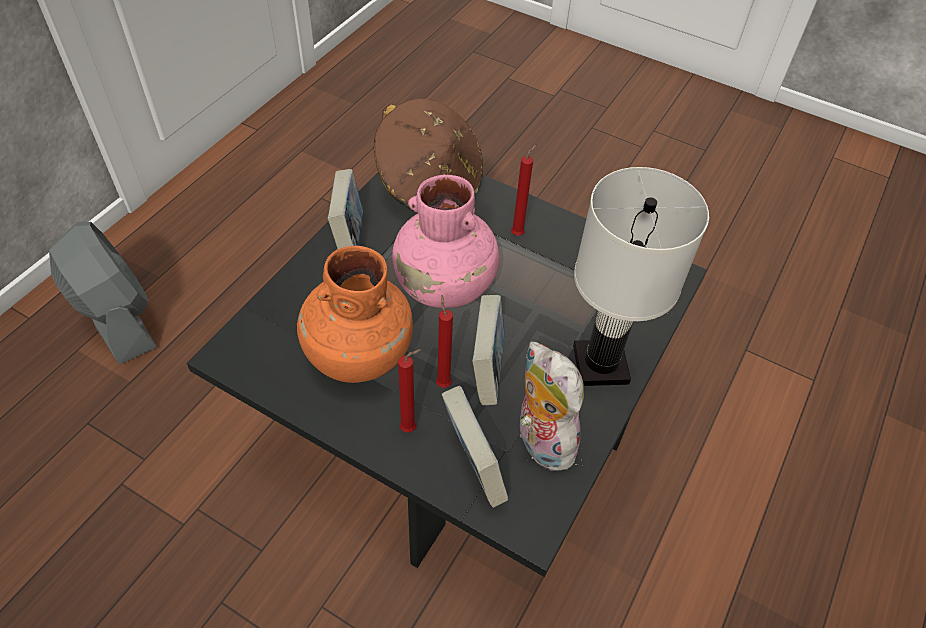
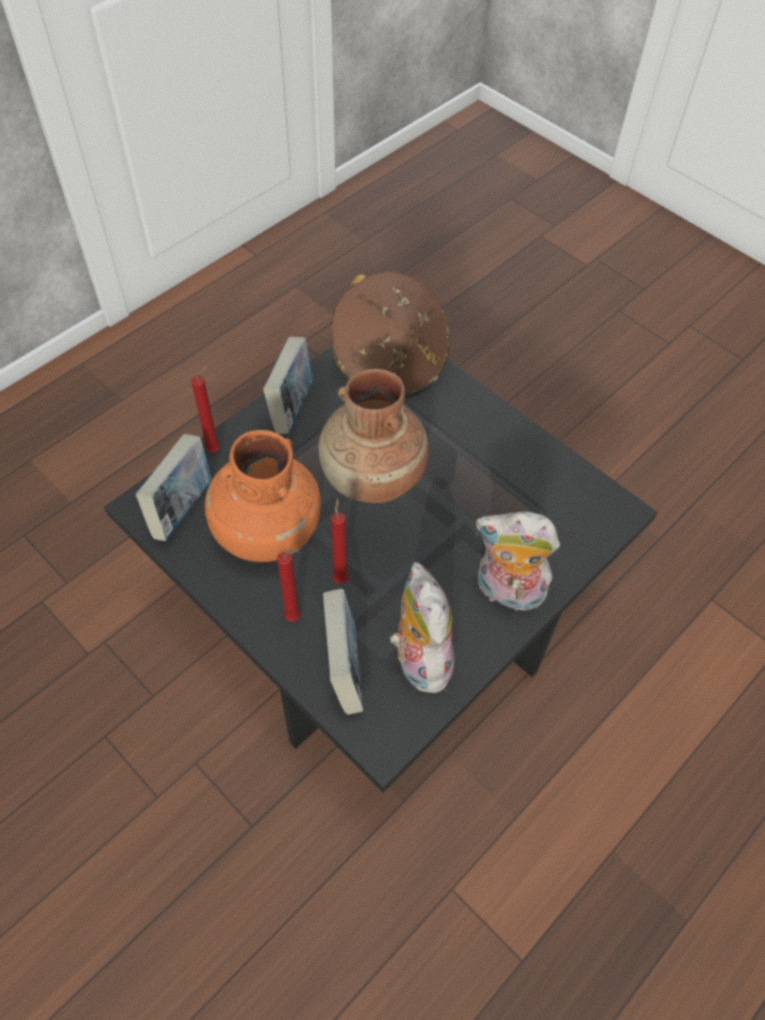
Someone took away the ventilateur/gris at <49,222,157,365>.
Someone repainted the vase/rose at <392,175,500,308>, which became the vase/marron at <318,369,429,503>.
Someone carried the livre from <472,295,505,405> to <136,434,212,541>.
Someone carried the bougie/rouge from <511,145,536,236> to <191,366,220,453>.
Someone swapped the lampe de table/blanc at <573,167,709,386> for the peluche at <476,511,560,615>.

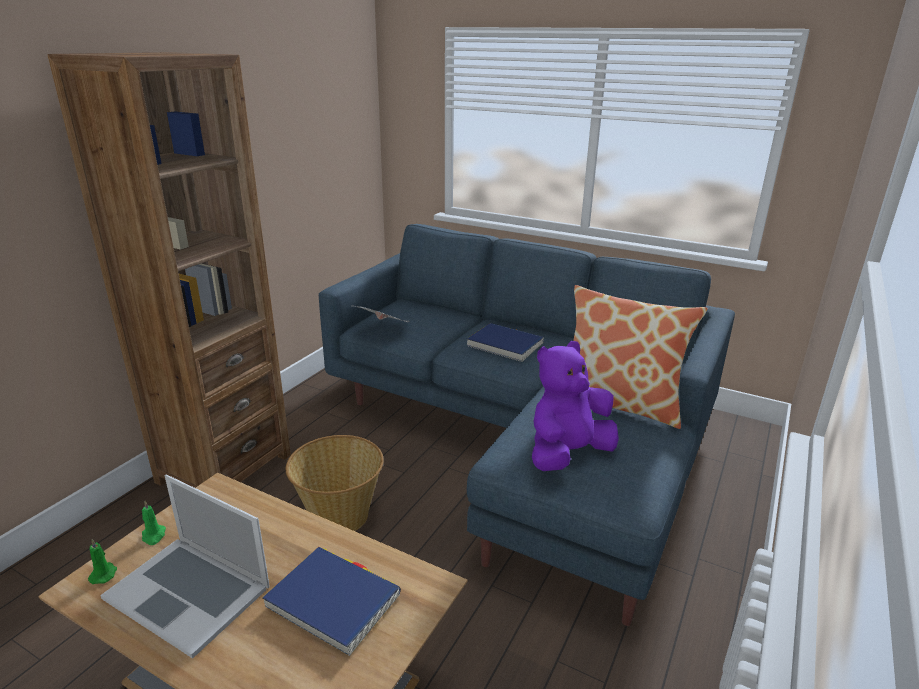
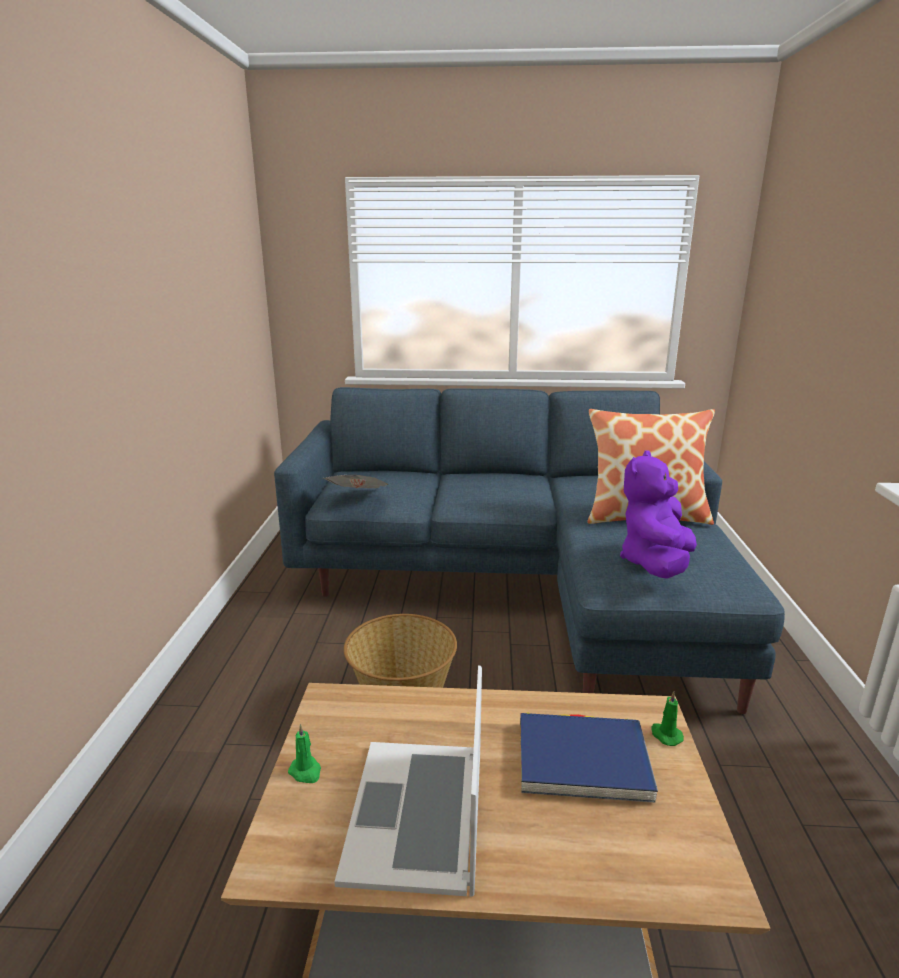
Someone took away the bibliothèque/marron at <48,52,291,488>.
Someone carried the bougie/vert from <88,539,117,584> to <651,691,684,746>.
Someone rotated the ordinateur portable at <100,475,270,659> by 90 degrees clockwise.
Someone took away the livre/bleu at <467,323,544,362>.

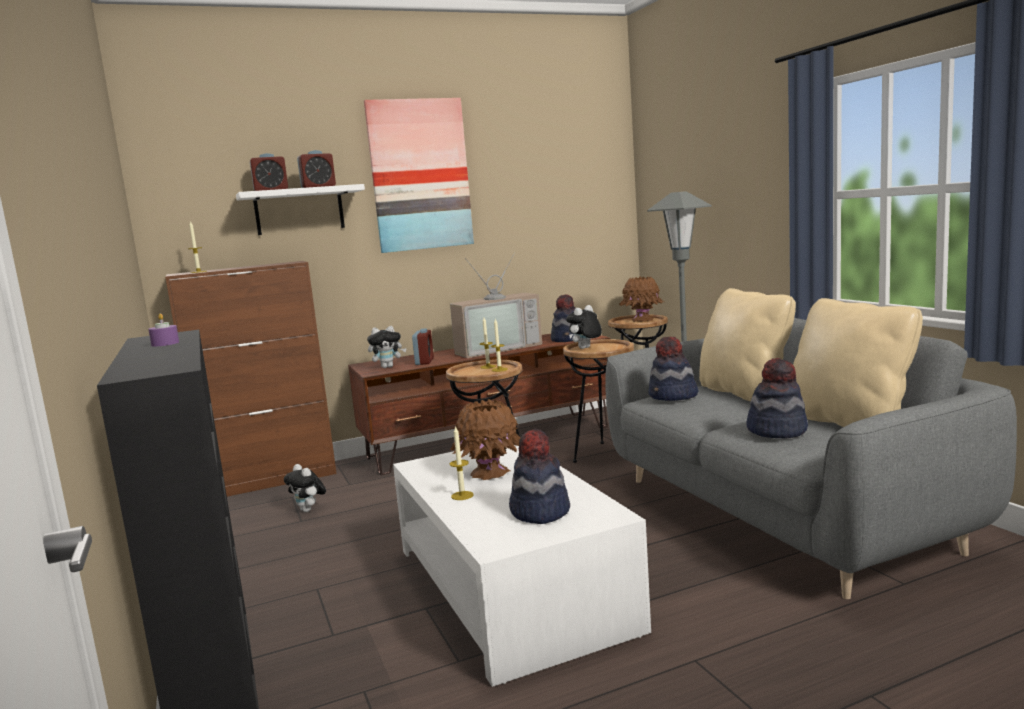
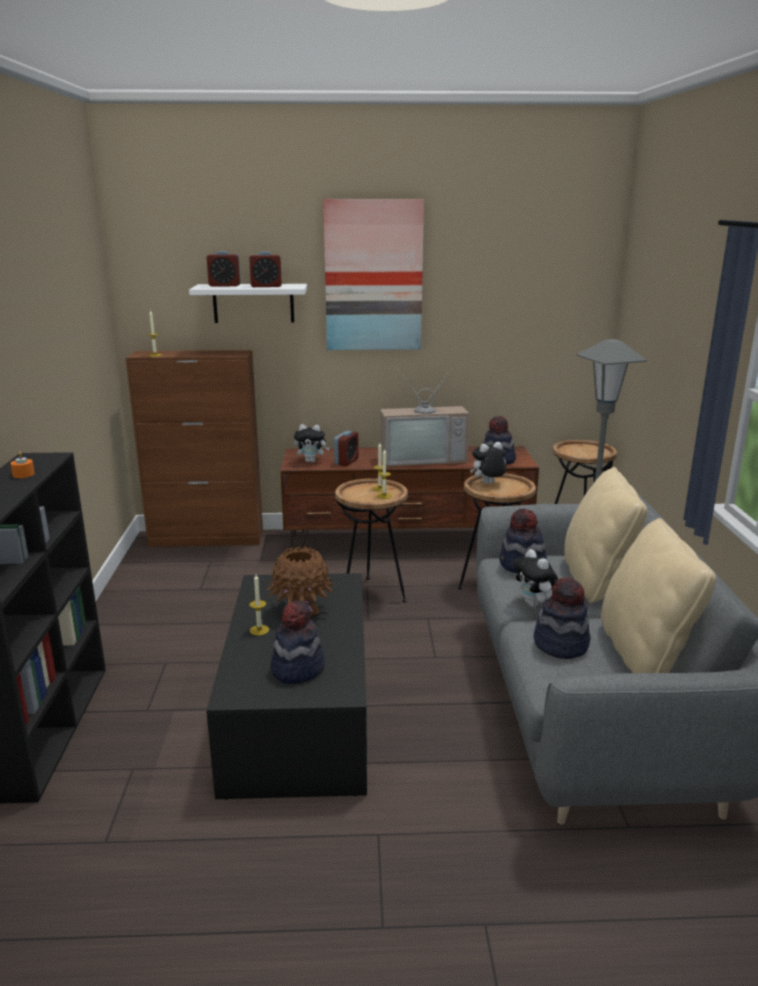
Someone repainted the bougie/violet at <149,313,179,346>, which became the bougie/orange at <10,452,35,478>.
Someone carried the peluche from <284,464,326,512> to <513,549,558,607>.
Someone repainted the table basse/blanc at <393,445,651,687>, which became the table basse/noir at <206,573,367,800>.
Someone took away the vase/marron at <619,277,664,322>.

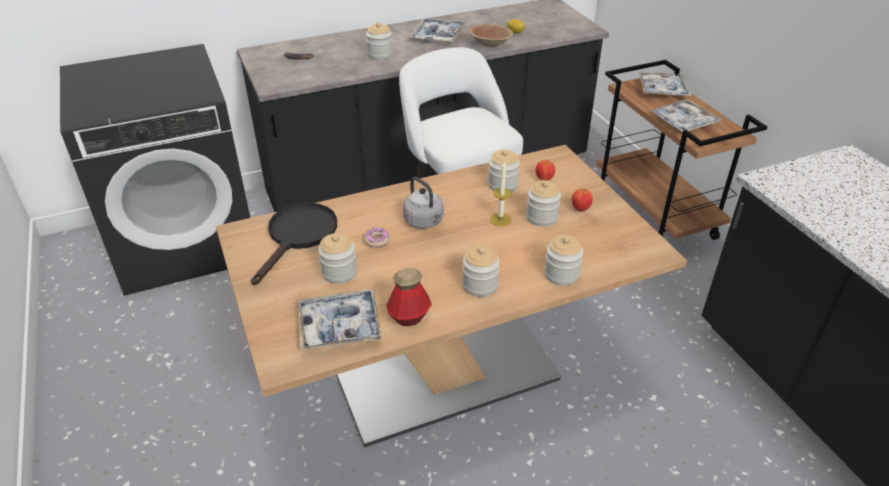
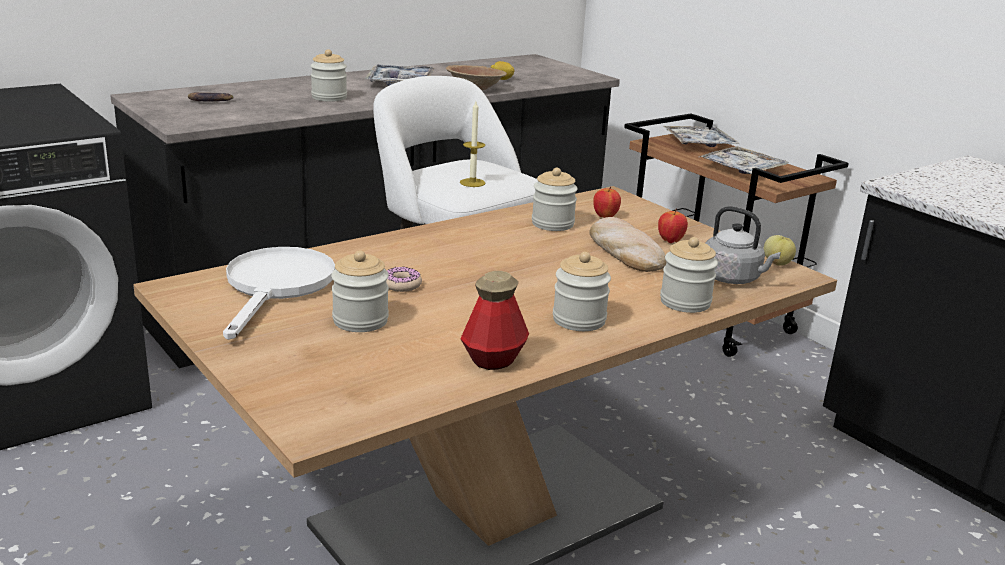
Someone repainted the poêle/noir at <251,202,337,285>, which became the poêle/blanc at <223,247,335,340>.
Someone took away the plateau at <298,289,382,351>.
Someone carried the bouilloire/gris from <403,177,444,228> to <705,206,781,284>.
Someone carried the bougie from <490,162,512,226> to <460,101,485,187>.
Someone swapped the bocal at <526,180,561,227> for the pain at <589,217,667,272>.
Someone put down the pomme at <763,235,796,266>.

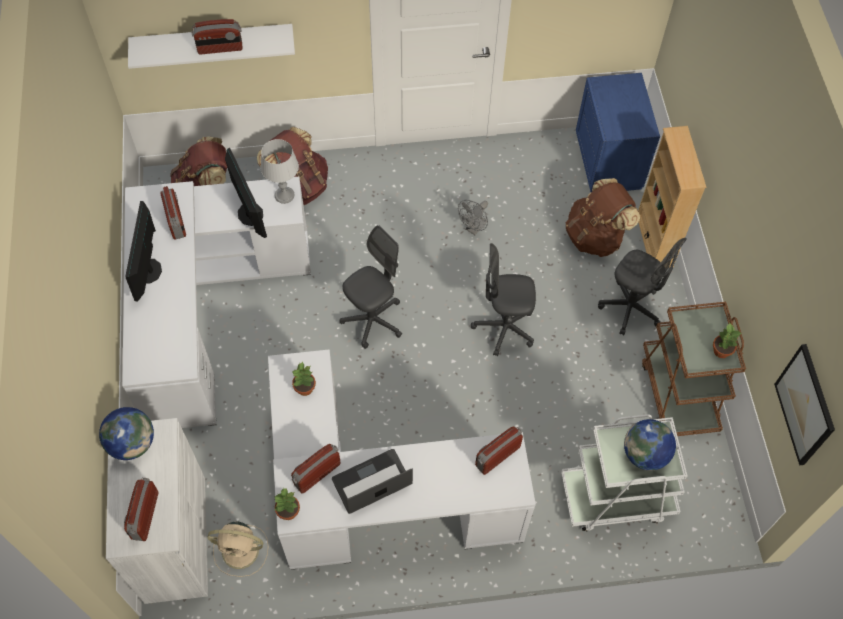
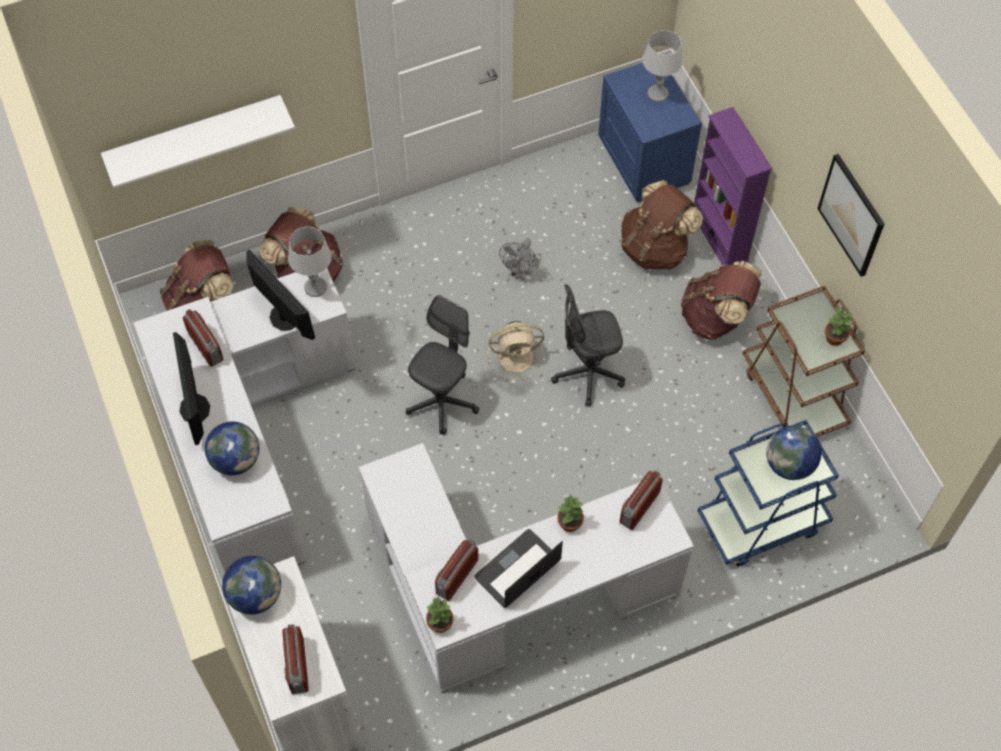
Someone took away the radio at <191,19,242,54>.
Someone carried the ventilateur/beige from <208,522,268,577> to <487,321,544,380>.
Someone carried the plante en pot from <291,362,316,396> to <557,494,584,532>.
Someone repainted the chariot/blanc at <561,414,687,532>, which became the chariot/bleu at <697,420,839,567>.
Someone swapped the chaise de bureau/gris at <598,238,687,335> for the sac à dos/marron at <681,261,762,340>.
Someone repainted the bibliothèque/beige at <638,126,706,268>, which became the bibliothèque/violet at <694,107,772,265>.
Someone carried the tableau from <774,344,835,465> to <817,154,884,277>.
Someone put down the globe at <205,421,259,475>.
Someone put down the lampe de table/gris at <643,30,683,102>.

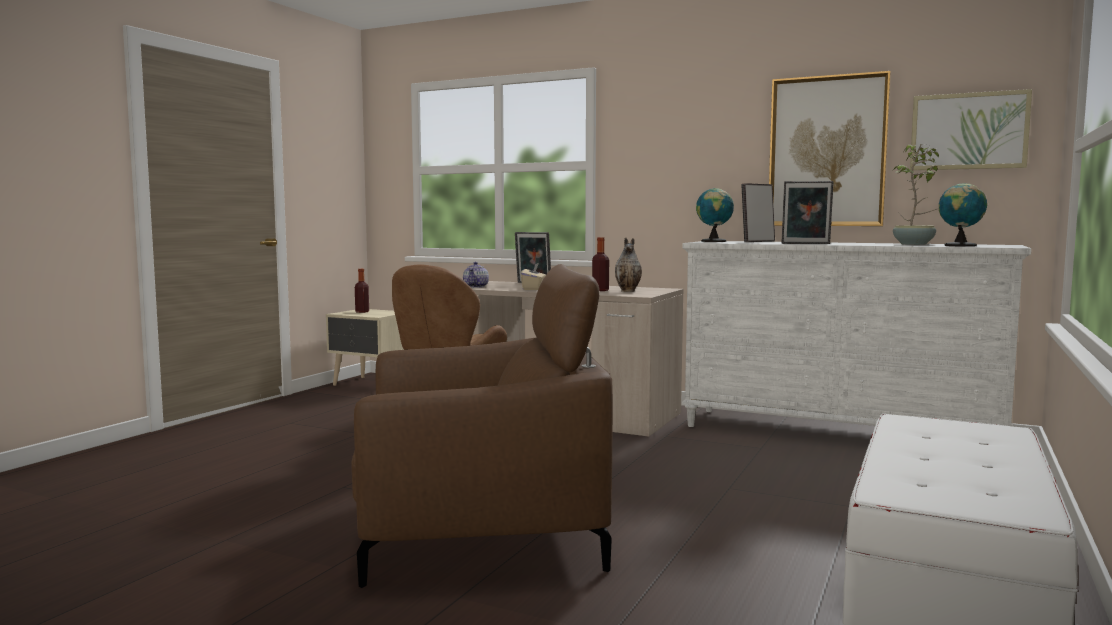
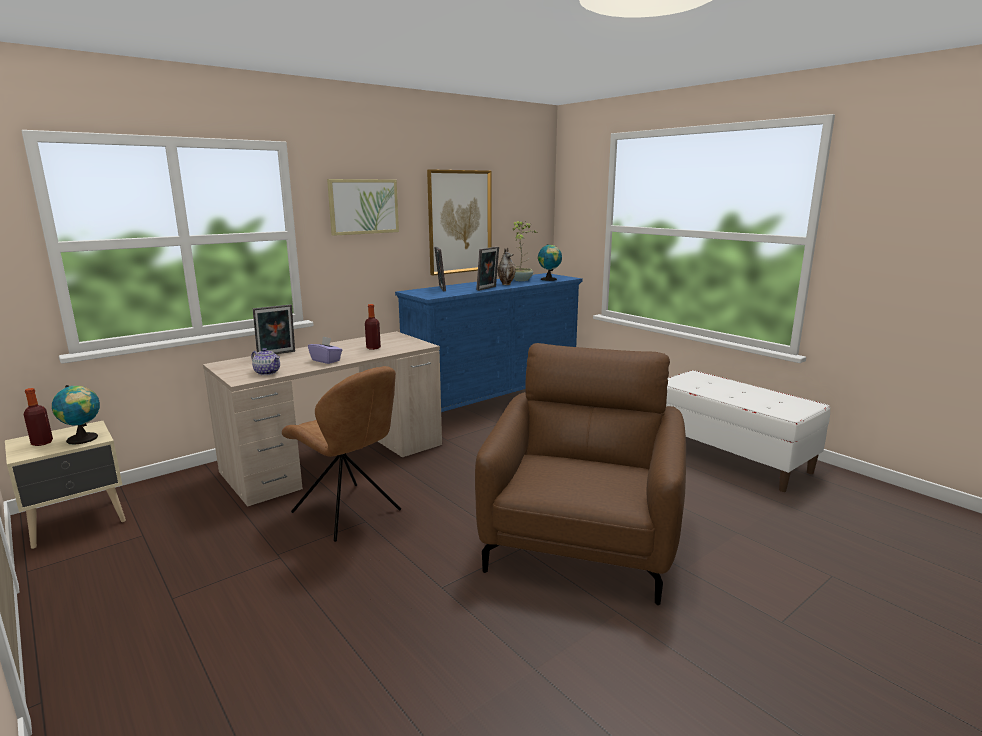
Someone repainted the boîte à mouchoirs/beige at <521,263,546,290>, which became the boîte à mouchoirs/violet at <308,336,342,364>.
Someone carried the vase from <615,238,642,292> to <498,248,515,285>.
Someone repainted the commode/blanc at <682,241,1031,427>, which became the commode/bleu at <395,273,583,412>.
Someone carried the globe from <696,188,734,242> to <52,385,100,445>.
Someone carried the tableau from <910,89,1032,170> to <327,179,399,236>.

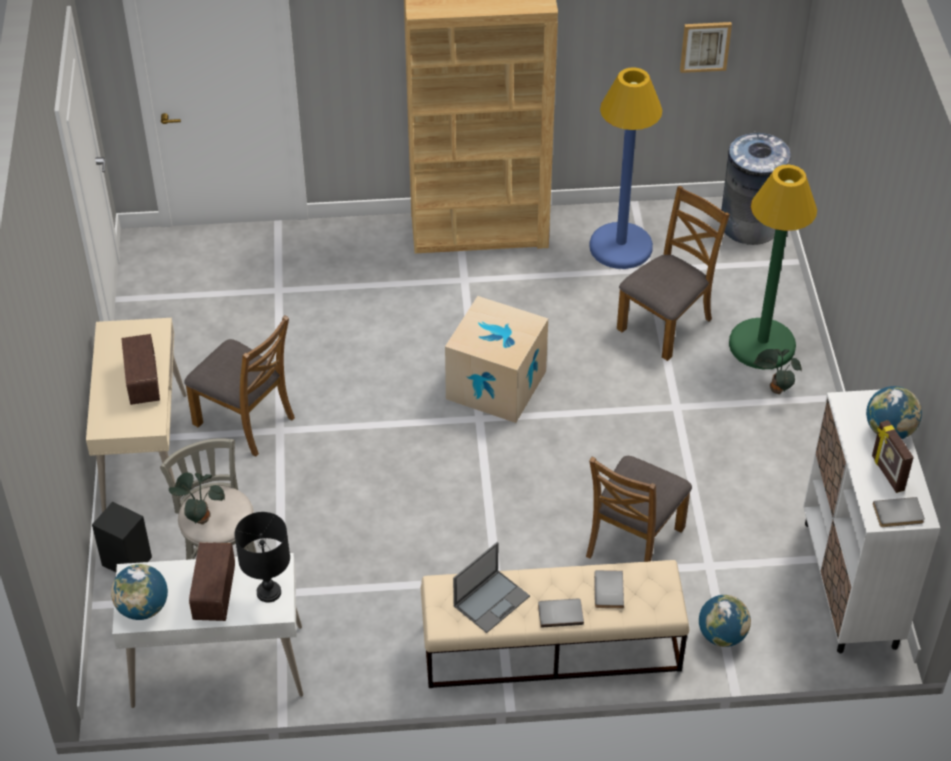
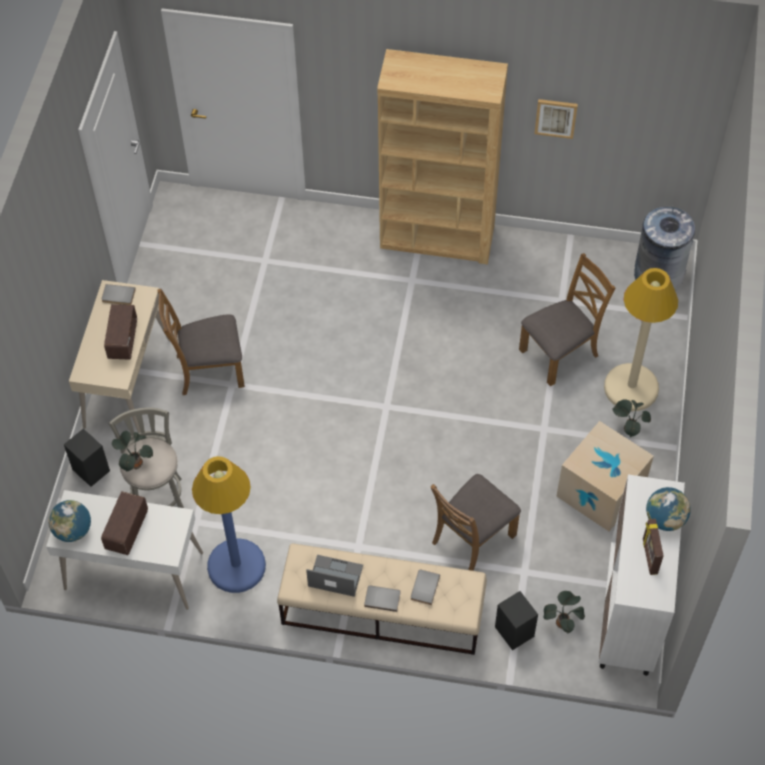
Someone rotated the chaise/marron at <184,315,295,456> by 120 degrees clockwise.
Someone took away the lampe de table/noir at <235,512,290,603>.
Someone carried the carton from <445,296,548,423> to <557,421,654,531>.
Someone rotated the ordinateur portable at <453,542,530,633> by 135 degrees counterclockwise.
Someone carried the lampadaire/bleu from <589,67,663,269> to <192,456,266,593>.
Someone carried the tableau from <680,22,732,73> to <535,99,578,139>.
Someone swapped the globe at <699,595,751,647> for the enceinte/noir at <495,591,538,650>.
Someone repainted the lampadaire/vert at <729,165,817,369>, which became the lampadaire/beige at <604,268,678,411>.
Someone carried the livre/gris from <873,497,925,527> to <101,284,136,305>.
Someone put down the plante en pot at <543,591,585,634>.

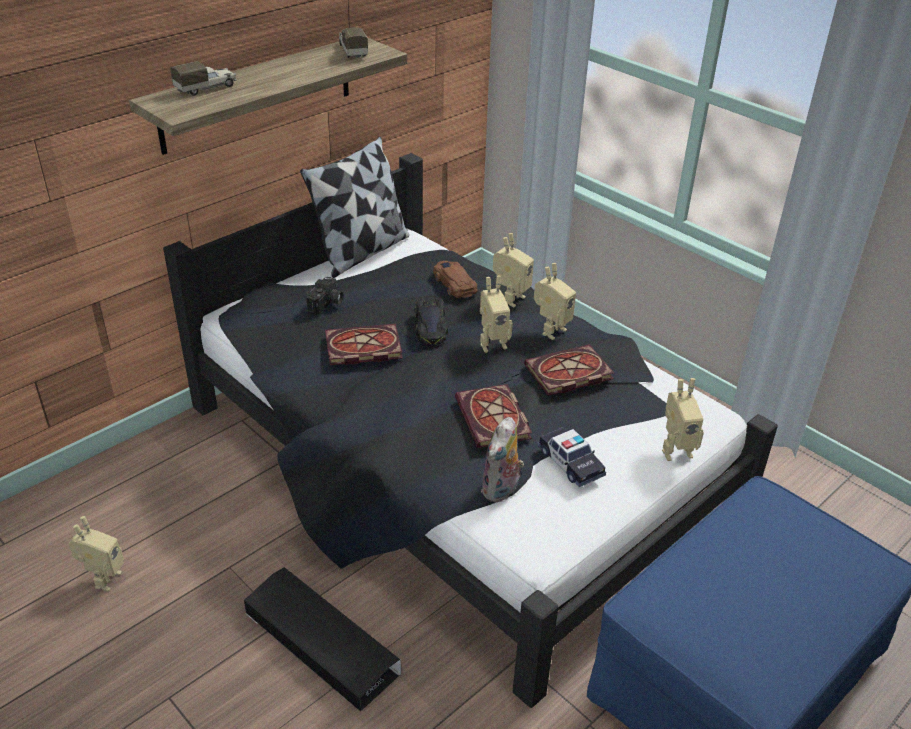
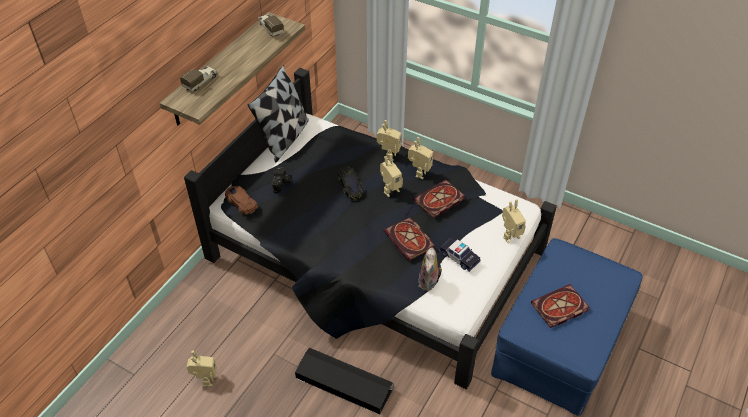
Someone carried the livre from <325,324,402,365> to <531,284,590,328>.
Someone carried the petite voiture/marron from <433,261,477,298> to <225,186,258,215>.

